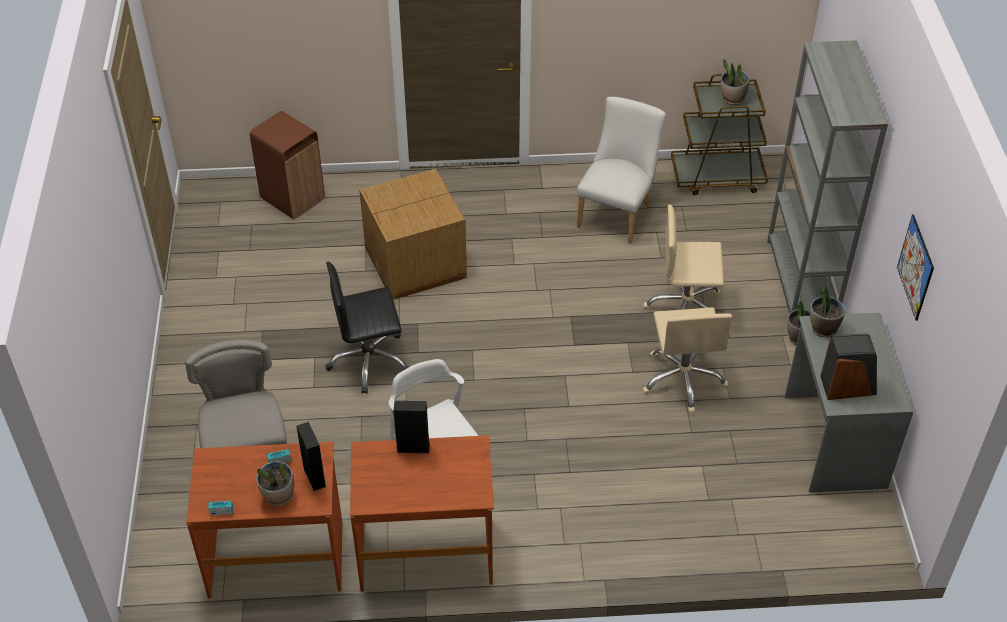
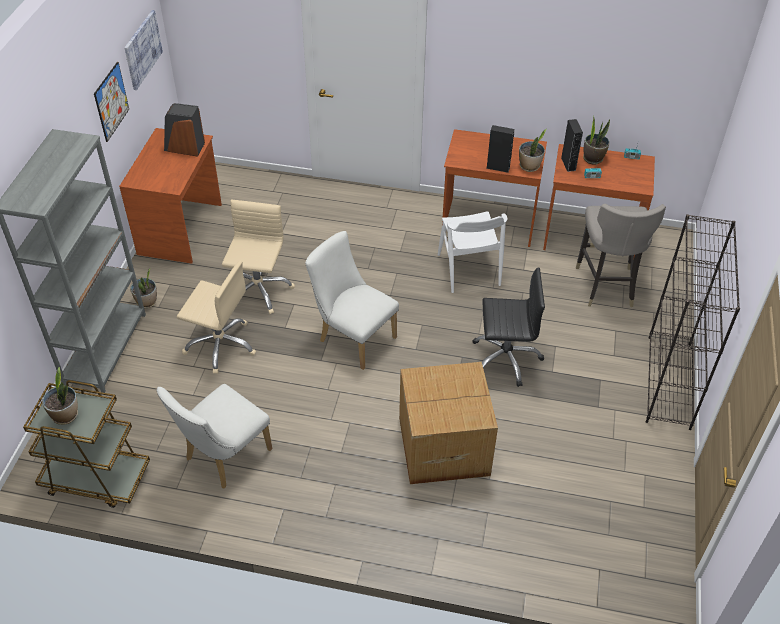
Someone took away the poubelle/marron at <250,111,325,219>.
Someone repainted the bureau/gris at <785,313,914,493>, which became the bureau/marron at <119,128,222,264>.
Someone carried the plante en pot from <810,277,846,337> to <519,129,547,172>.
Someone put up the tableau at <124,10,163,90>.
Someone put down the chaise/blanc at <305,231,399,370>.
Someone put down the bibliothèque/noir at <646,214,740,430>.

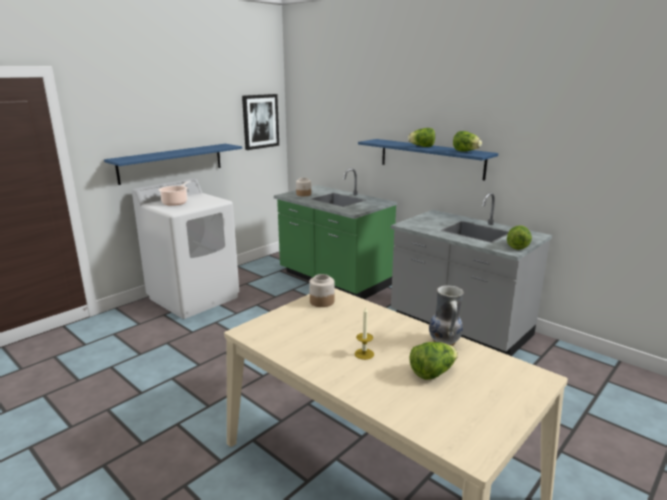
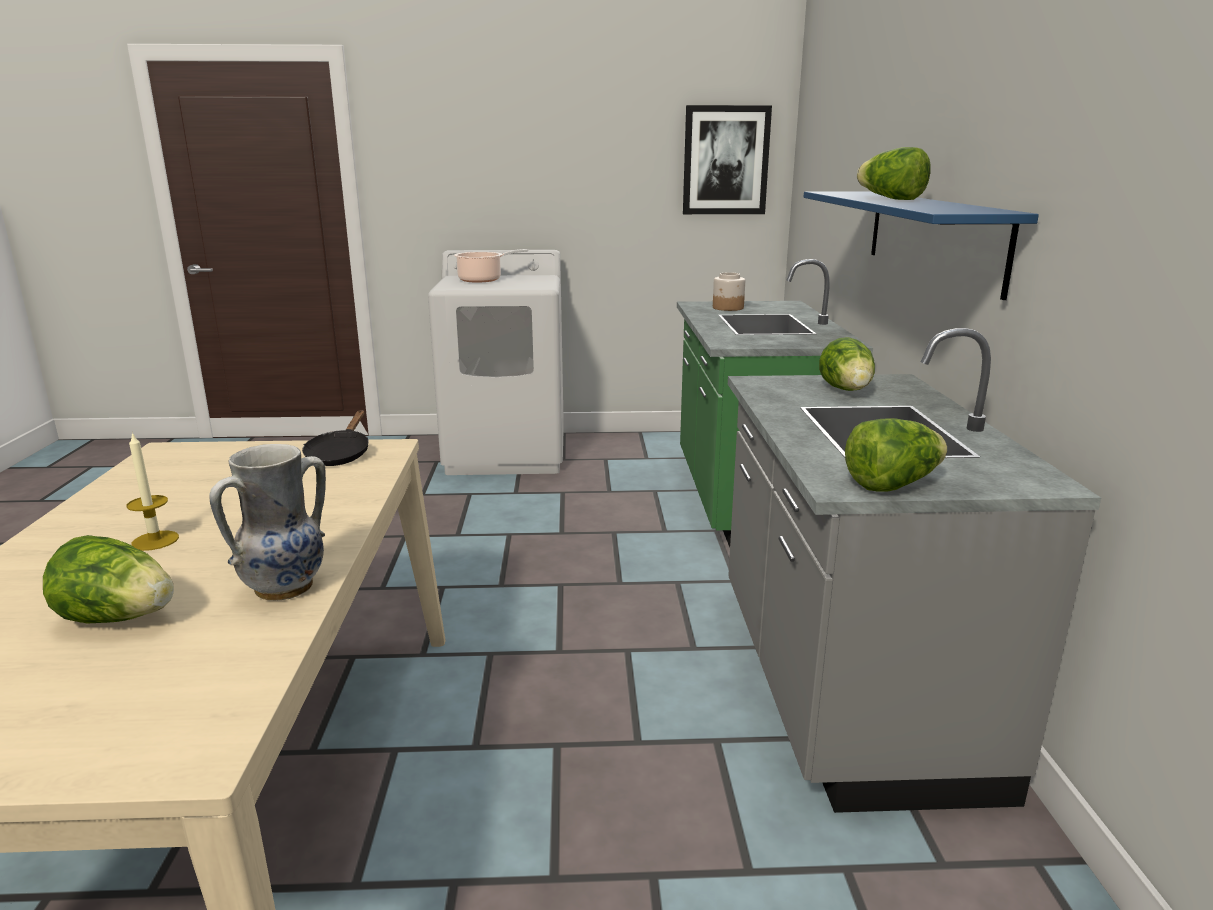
Someone took away the étagère/bleu at <104,144,242,185>.
Someone swapped the bocal at <309,274,335,307> for the poêle/noir at <302,410,369,466>.
Someone carried the laitue from <453,131,482,151> to <819,337,875,391>.

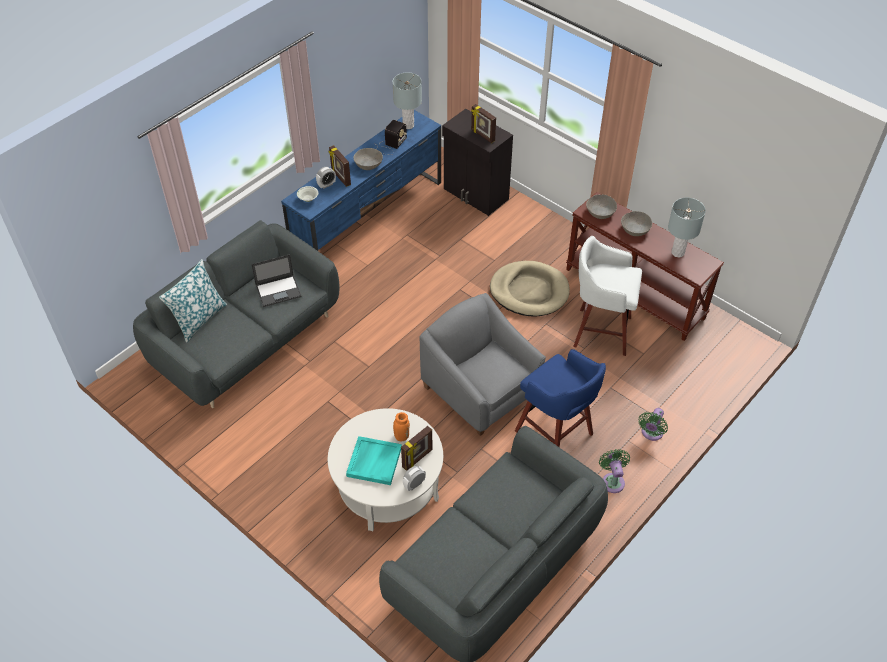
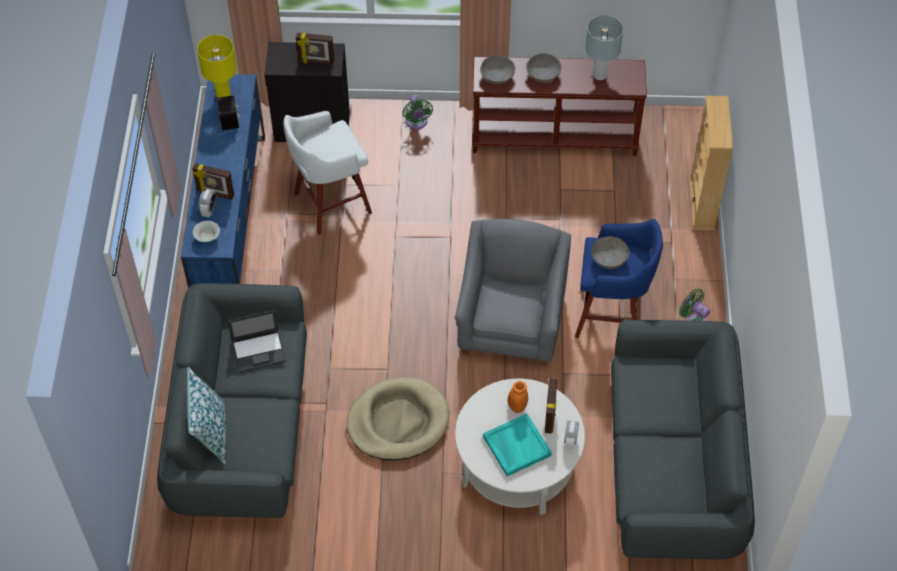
Someone rotated the ordinateur portable at <251,254,301,307> by 45 degrees clockwise.
Someone carried the bol/gris from <353,148,383,170> to <591,236,630,269>.
Someone repainted the lampe de table/gris at <393,72,422,129>, which became the lampe de table/jaune at <197,35,237,98>.
Someone rotated the fauteuil/gris at <419,293,546,436> by 90 degrees clockwise.
Someone carried the panier pour chien/beige from <490,261,570,316> to <347,377,449,461>.
Someone carried the tabouret/blanc from <573,236,642,356> to <283,111,372,235>.
Someone carried the ventilateur/vert from <639,408,668,441> to <403,94,433,129>.
Someone put down the bibliothèque/beige at <689,96,733,231>.

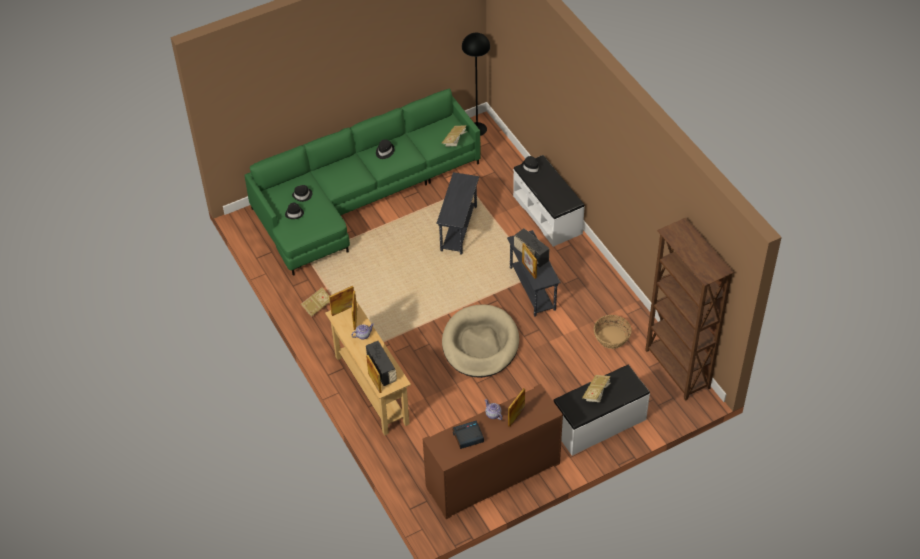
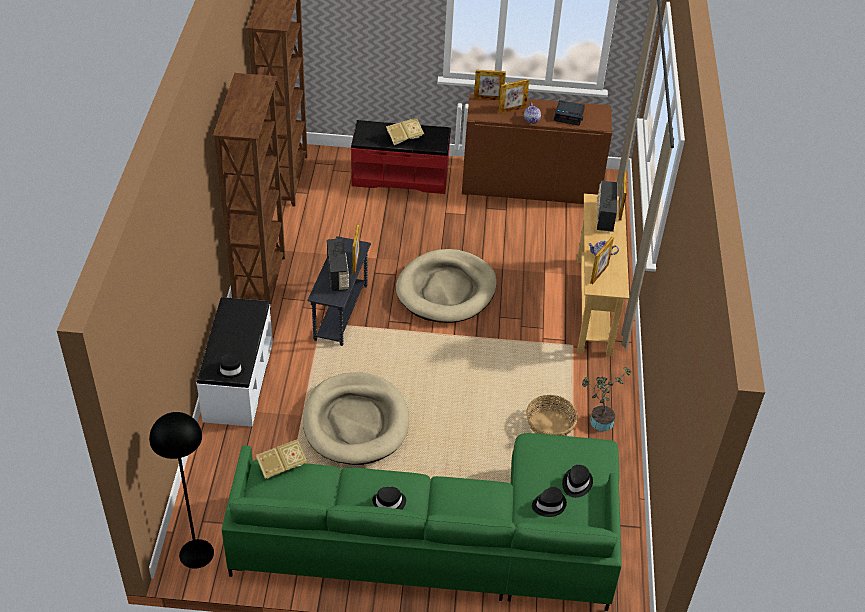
Someone swapped the livre at <301,288,330,317> for the plante en pot at <582,367,631,431>.
Someone carried the cadre photo from <329,286,354,316> to <474,70,506,100>.
Someone swapped the table d'appoint/gris at <436,172,479,255> for the panier pour chien/beige at <303,373,409,465>.
Someone repainted the banc/blanc at <553,365,650,456>, which became the banc/rouge at <351,120,451,194>.
Someone carried the panier from <594,315,632,349> to <526,395,578,436>.
Someone put down the bibliothèque/marron at <213,73,285,315>.

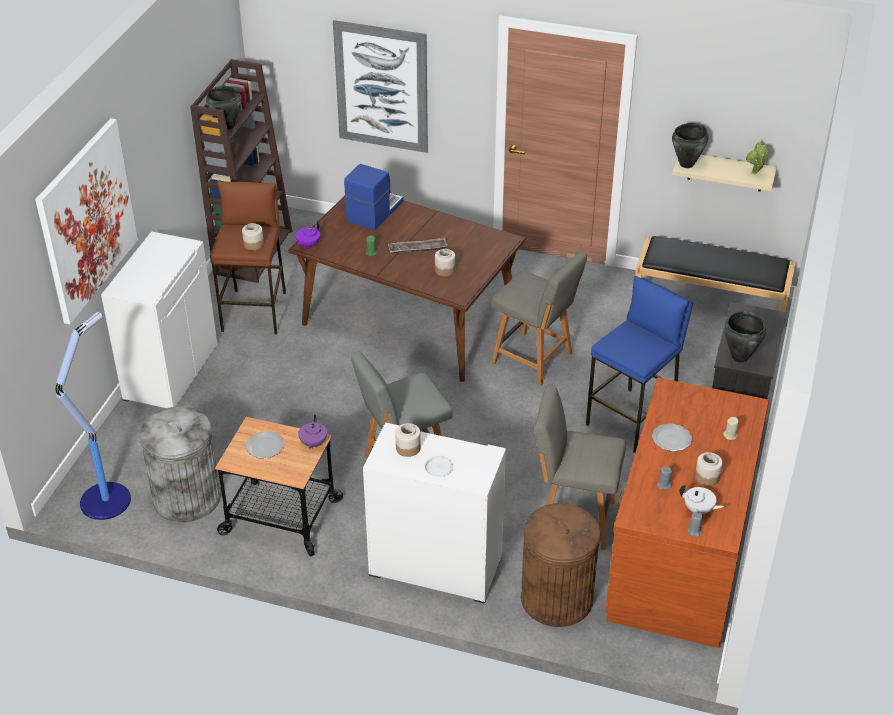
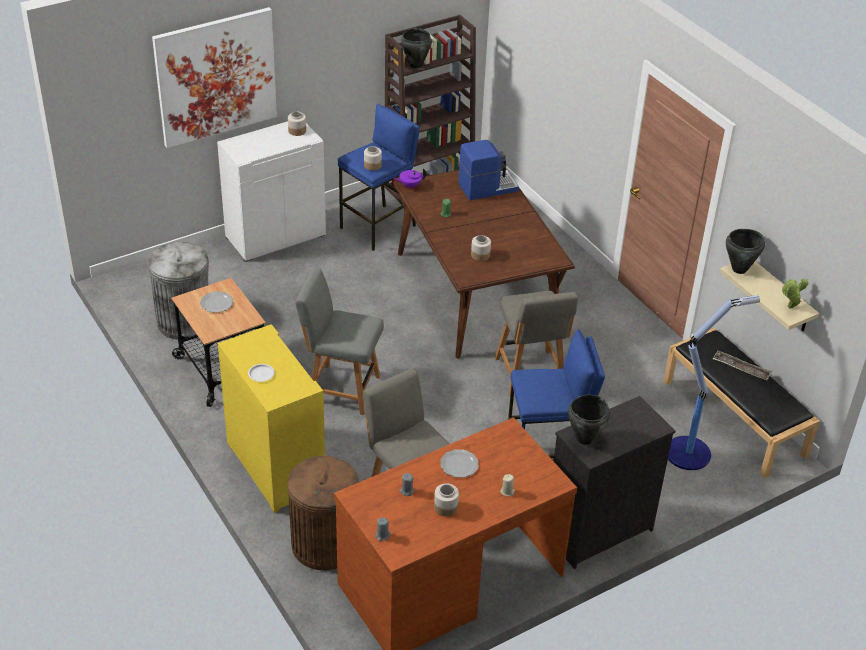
Someone carried the lampadaire from <55,312,131,520> to <668,295,760,470>.
Someone repainted the tabouret/marron at <210,181,286,335>, which became the tabouret/bleu at <338,104,420,251>.
Someone took away the théière/violet at <298,414,327,449>.
Someone took away the tableau at <333,20,428,153>.
Someone repainted the meuble de rangement/blanc at <363,423,506,604>, which became the meuble de rangement/jaune at <218,324,325,513>.
Someone carried the plateau from <388,237,447,253> to <713,351,772,382>.
Someone carried the bocal from <395,423,421,457> to <288,111,306,136>.
Someone took away the théière/blanc at <680,484,724,514>.

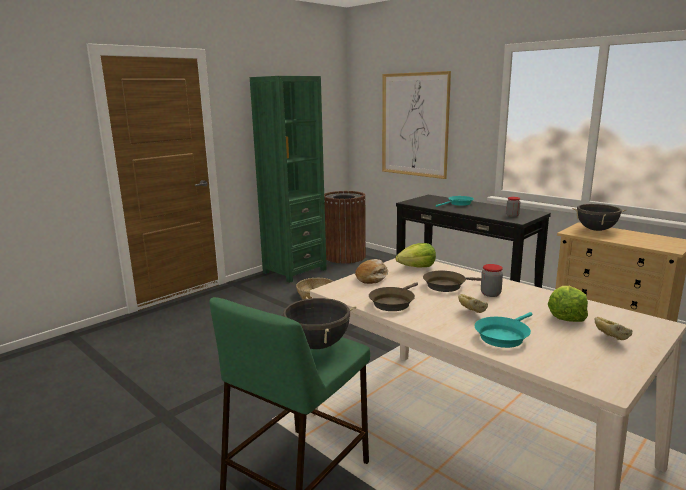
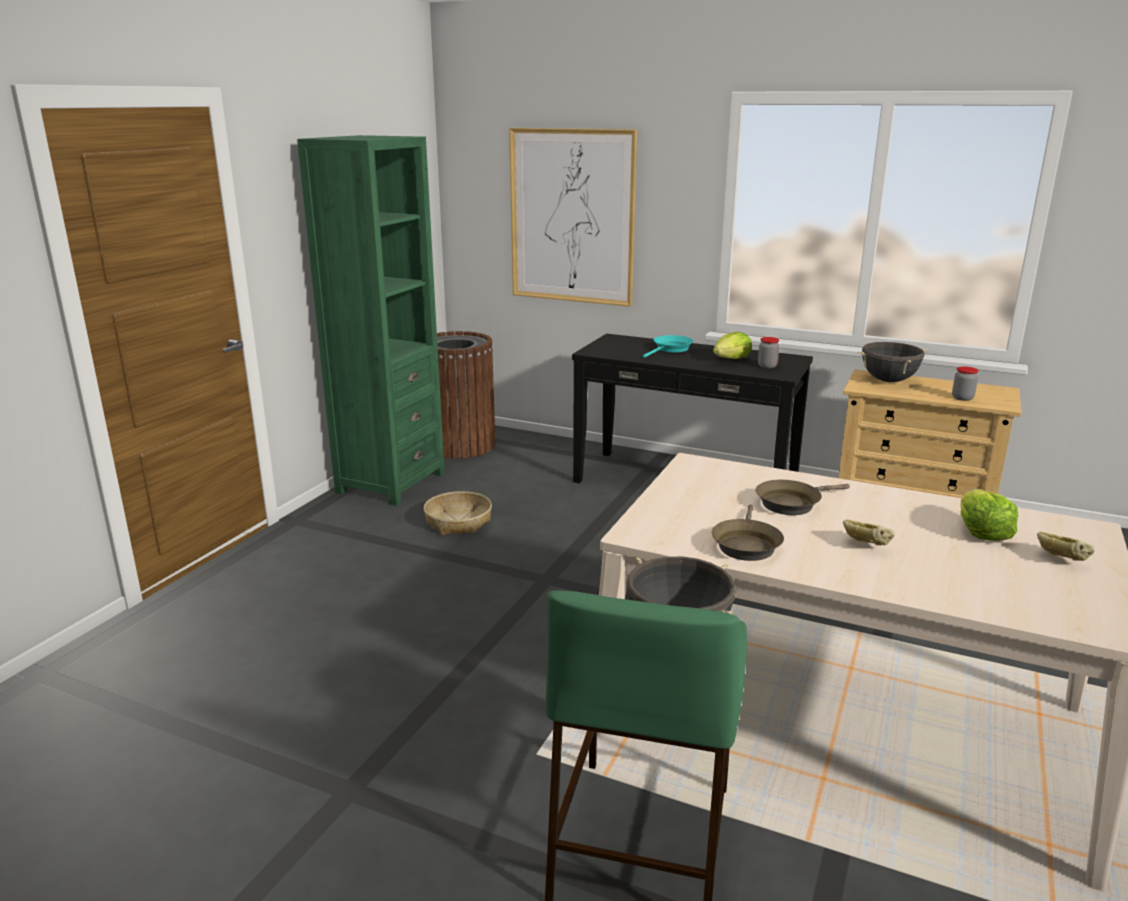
Someone took away the pain at <355,259,388,284>.
Someone carried the laitue from <396,243,436,268> to <713,332,752,359>.
Someone took away the poêle/turquoise at <475,312,533,348>.
Someone carried the bocal from <481,264,503,297> to <952,366,979,401>.

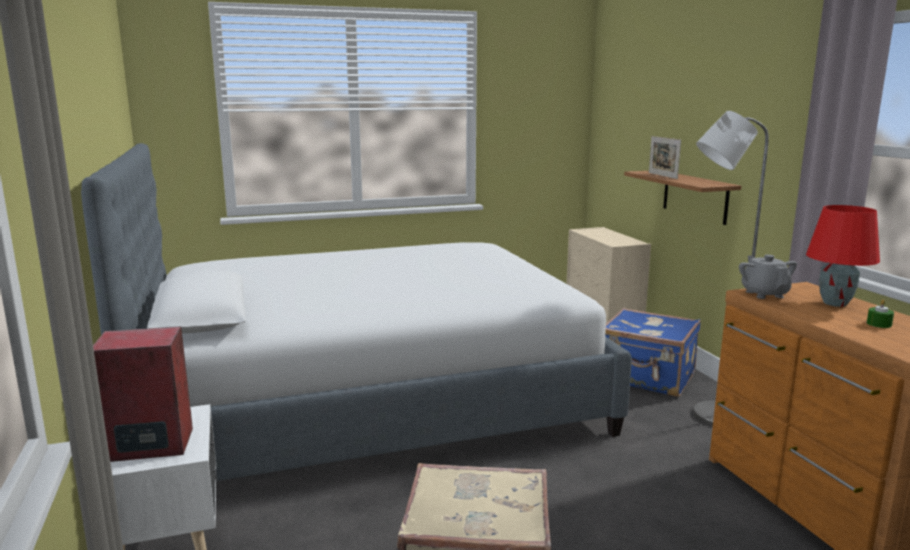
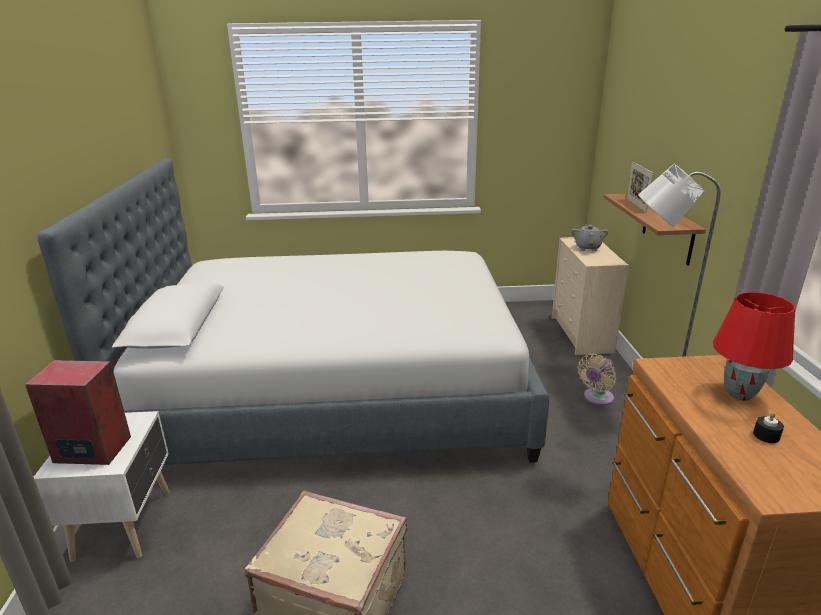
Someone swapped the valise/bleu at <605,308,701,397> for the ventilateur/beige at <578,354,616,406>.
Someone carried the théière/gris from <739,255,797,299> to <571,224,608,251>.
Someone repainted the bougie/vert at <867,299,894,328>, which became the bougie/noir at <753,412,784,443>.

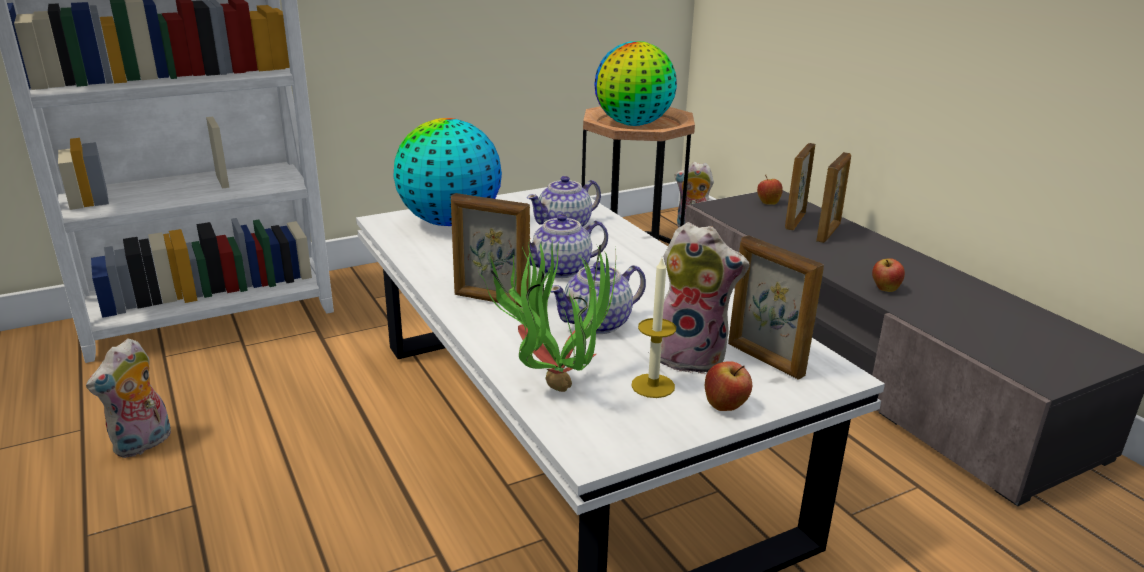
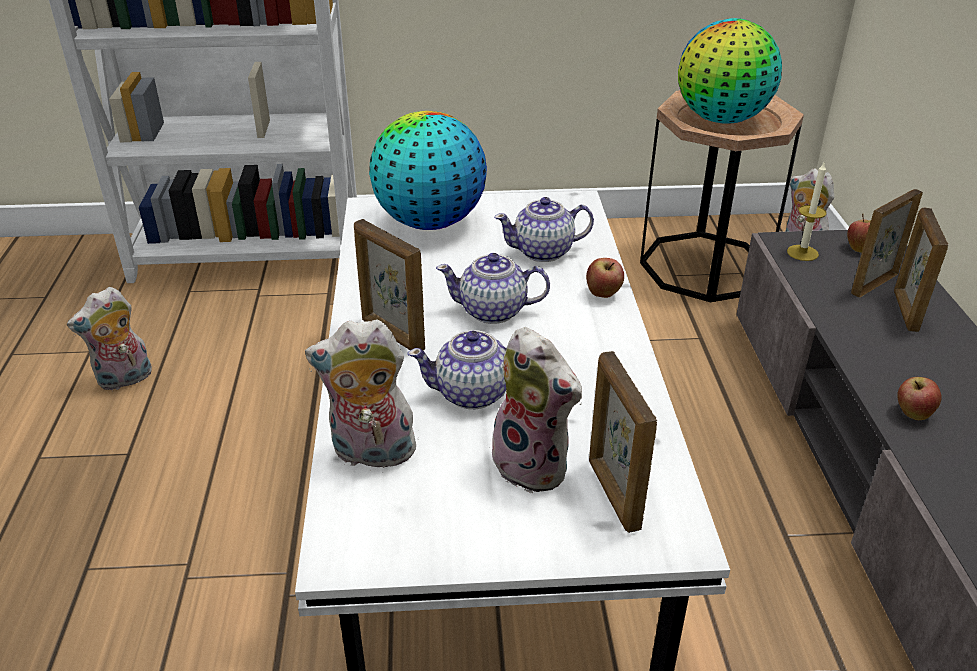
Someone swapped the plante en pot at <478,237,616,392> for the peluche at <305,319,422,473>.
Someone carried the bougie from <631,258,676,398> to <787,163,827,261>.
Someone carried the pomme from <705,361,752,411> to <586,258,624,298>.
Someone rotated the cadre photo at <816,152,851,243> by 135 degrees clockwise.

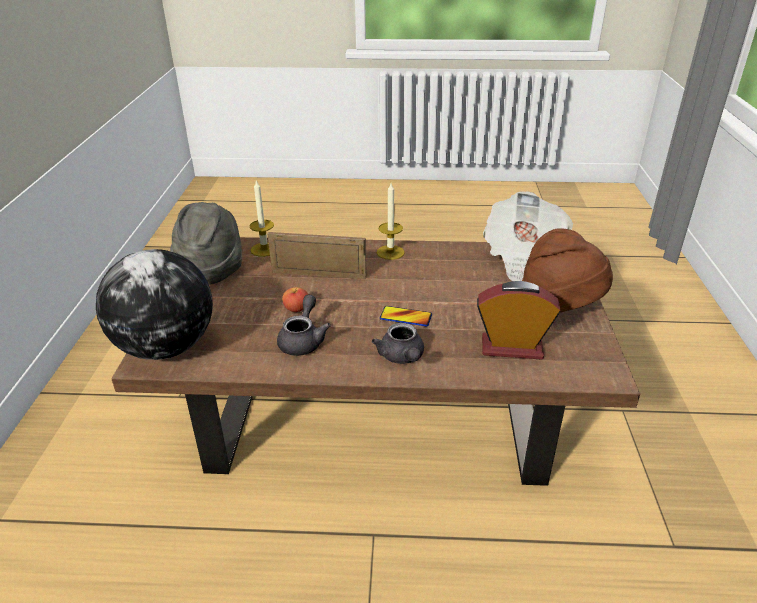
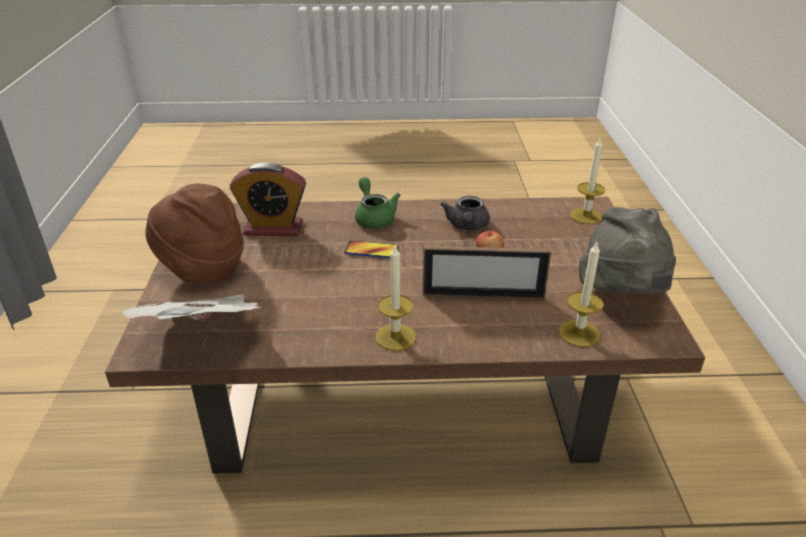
Someone swapped the globe at <96,249,213,360> for the bougie at <570,138,605,224>.
Someone repainted the théière/gris at <372,323,424,364>, which became the théière/vert at <355,177,400,228>.

